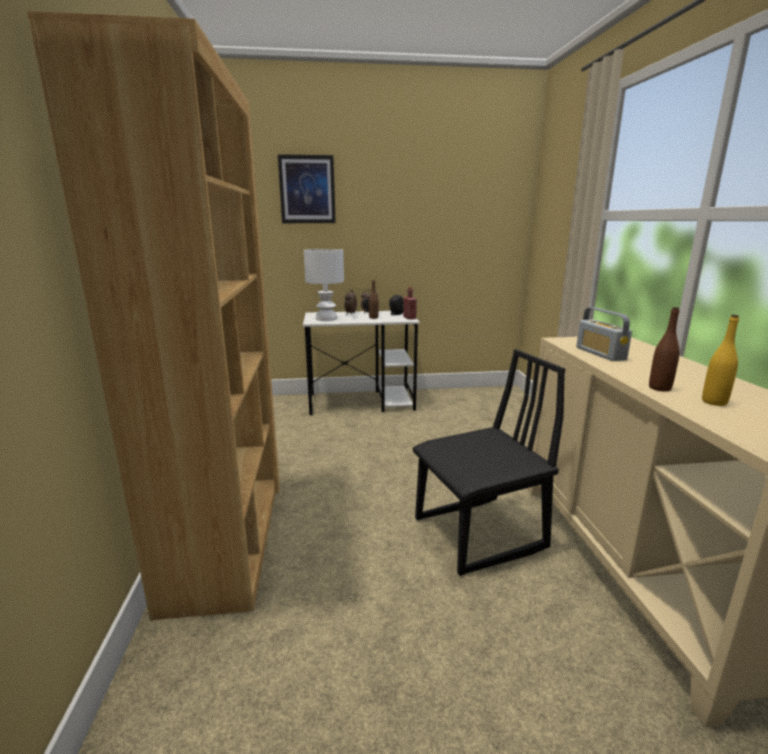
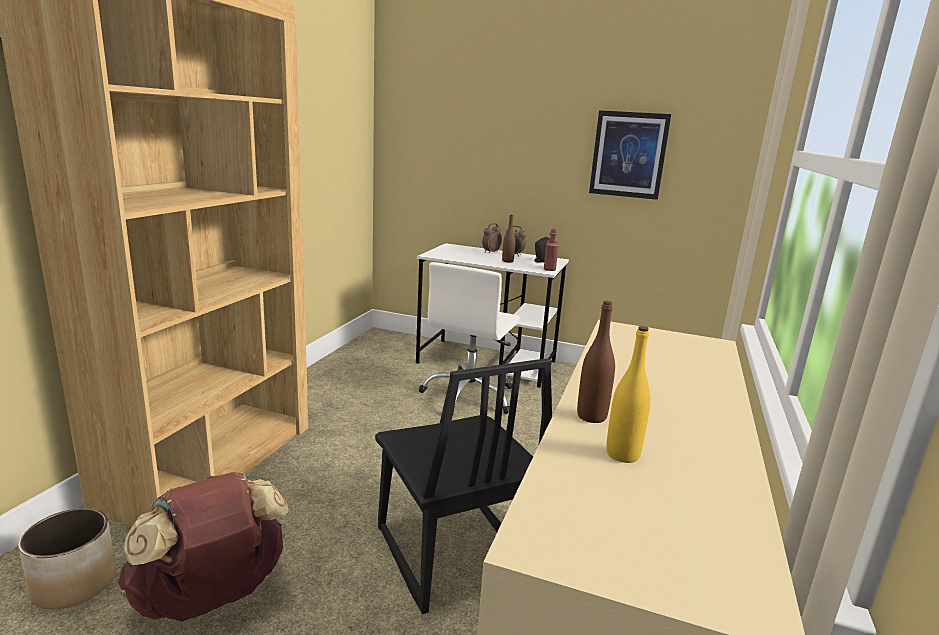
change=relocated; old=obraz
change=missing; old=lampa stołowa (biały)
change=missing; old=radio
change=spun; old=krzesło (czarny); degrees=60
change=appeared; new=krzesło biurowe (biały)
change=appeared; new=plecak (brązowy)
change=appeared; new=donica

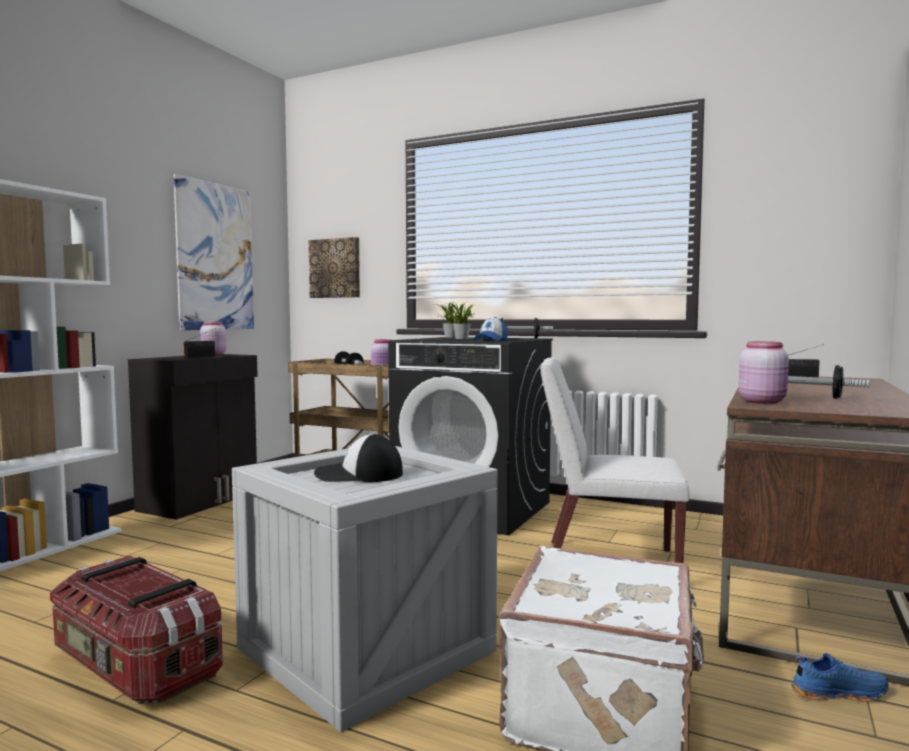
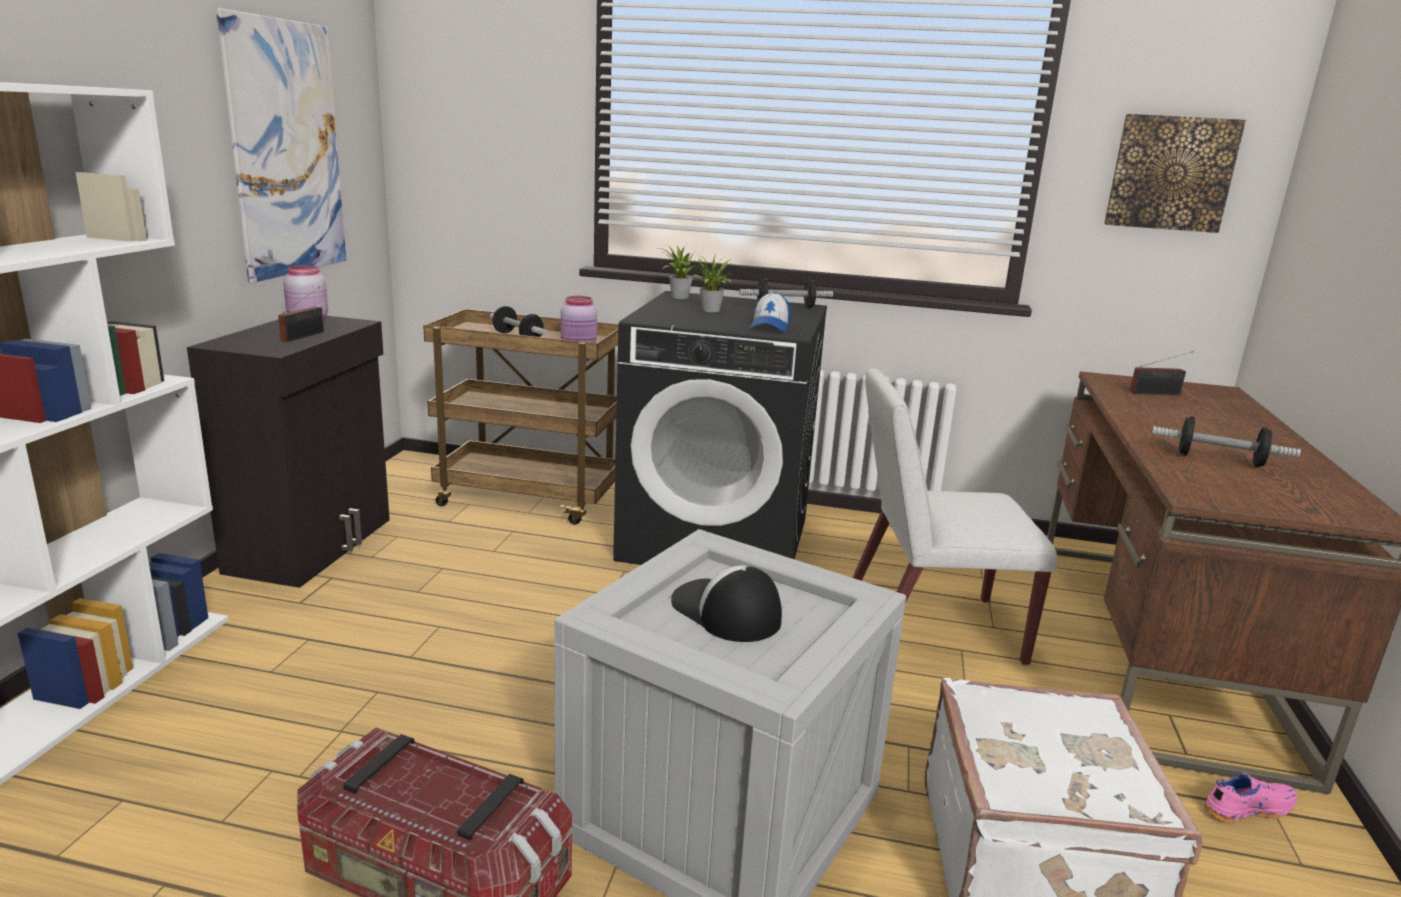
change=relocated; old=obraz (no. 2 from left)
change=missing; old=słoik (różowy) (no. 3 from left)
change=spun; old=czapka z daszkiem (no. 1 from left); degrees=60
change=colour; old=but (niebieski); new=but (różowy)

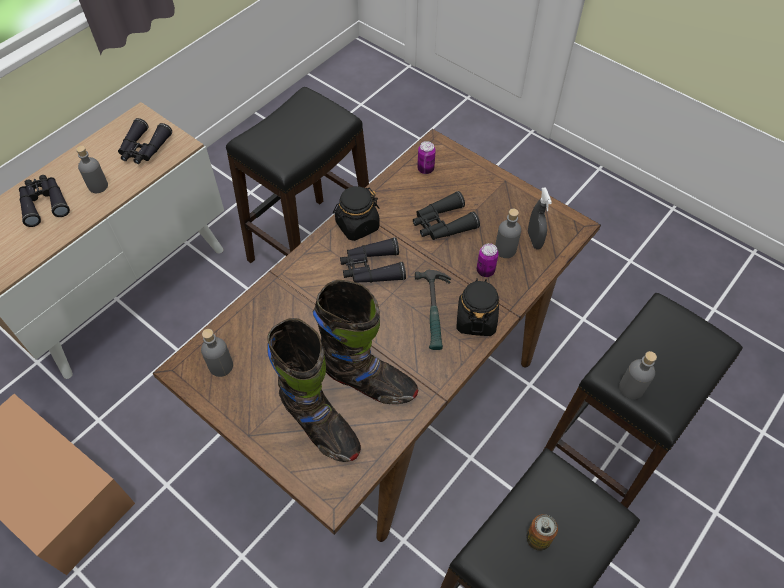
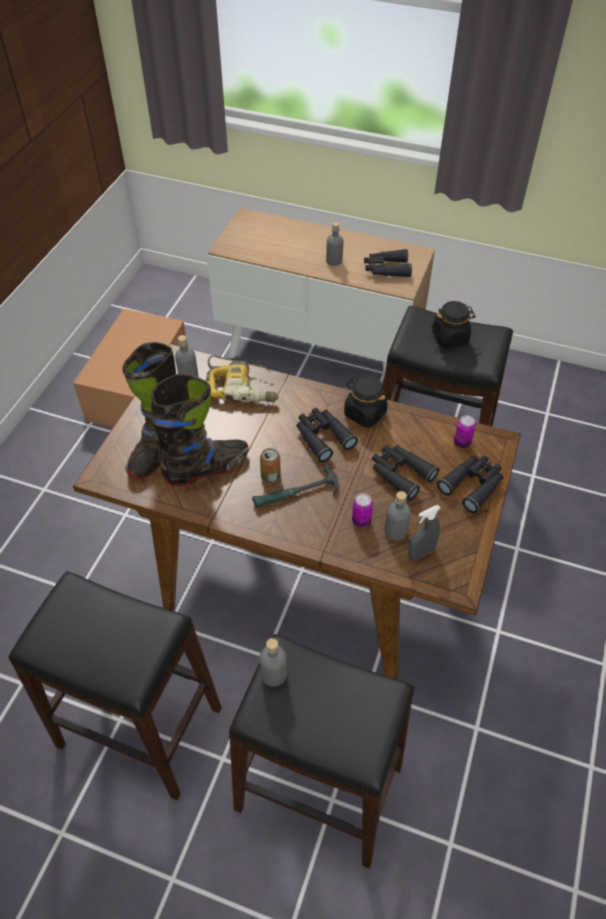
change=relocated; old=lornetka (czarny) (no. 1 from left in the first image); new=lornetka (czarny) (no. 4 from left)
change=relocated; old=słoik (czarny) (no. 2 from left)
change=spun; old=but z cholewką (czarny) (no. 2 from left); degrees=-120
change=relocated; old=puszka (no. 3 from left in the first image); new=puszka (no. 1 from left)
change=appeared; new=wiertarka

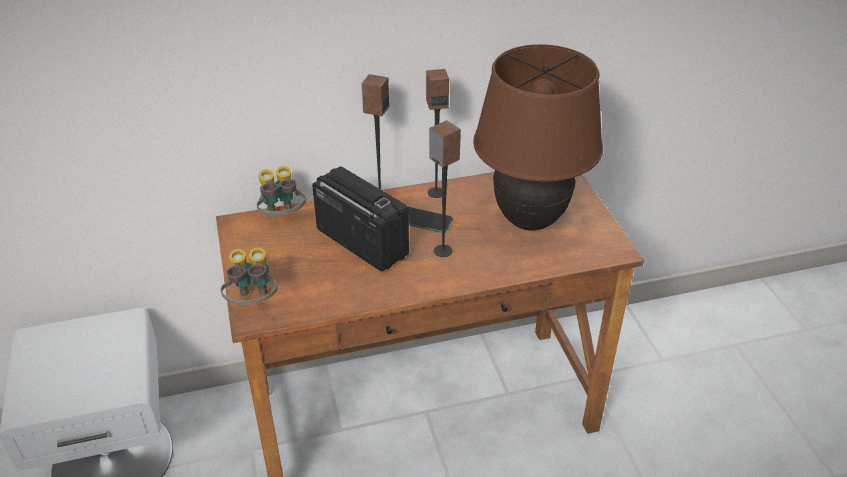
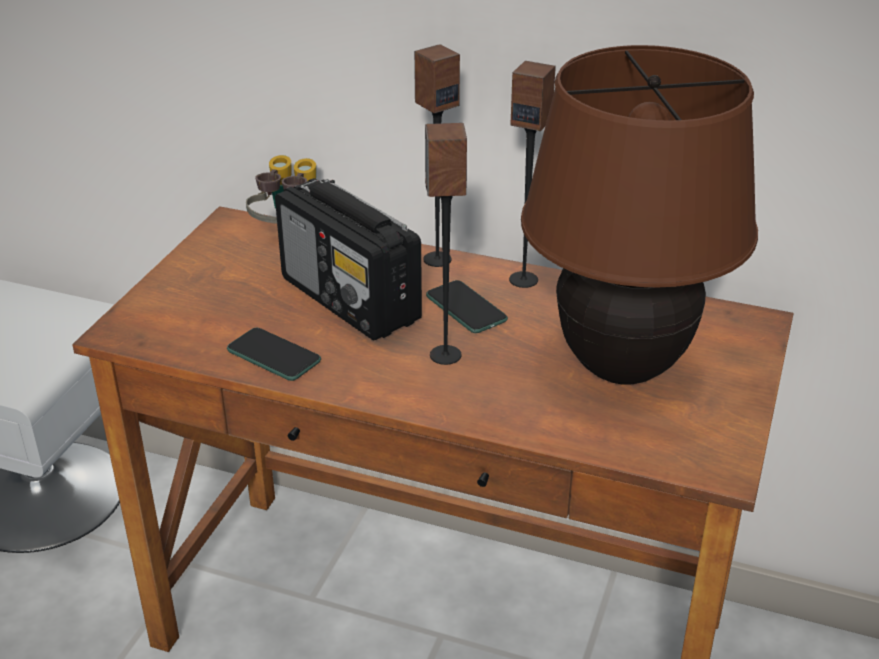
change=spun; old=radio; degrees=150
change=missing; old=lornetka (no. 1 from left)
change=appeared; new=telefon (no. 1 from left)

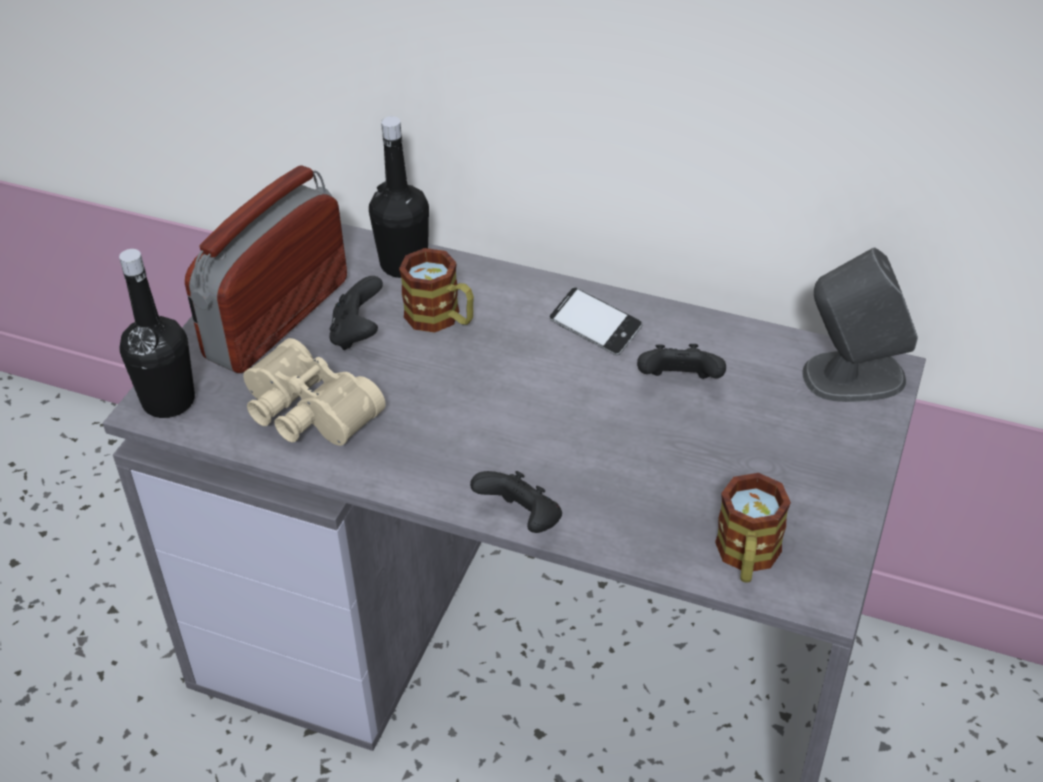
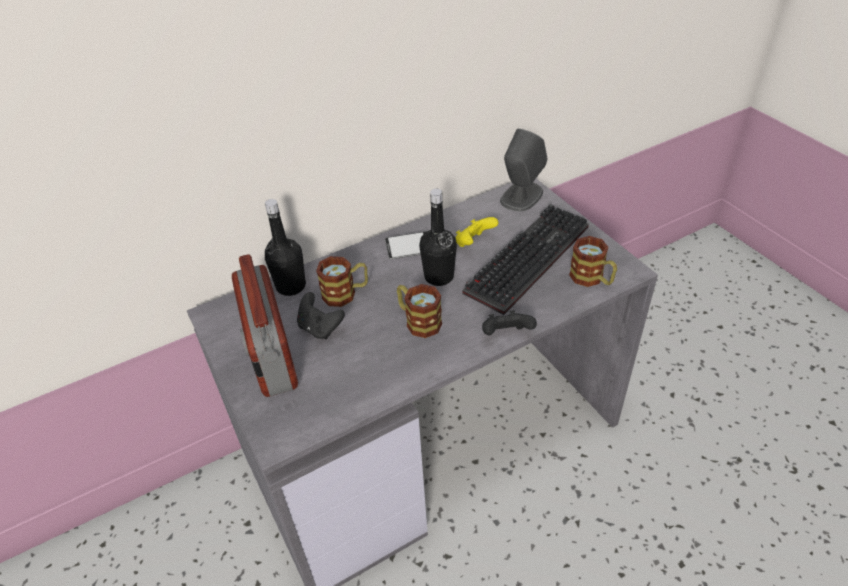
change=relocated; old=butelka (czarny) (no. 1 from left in the first image); new=butelka (czarny) (no. 2 from left)
change=missing; old=lornetka (beżowy)
change=colour; old=pad do gier (czarny) (no. 3 from left); new=pad do gier (żółty)
change=appeared; new=klawiatura
change=appeared; new=kubek (no. 2 from left)

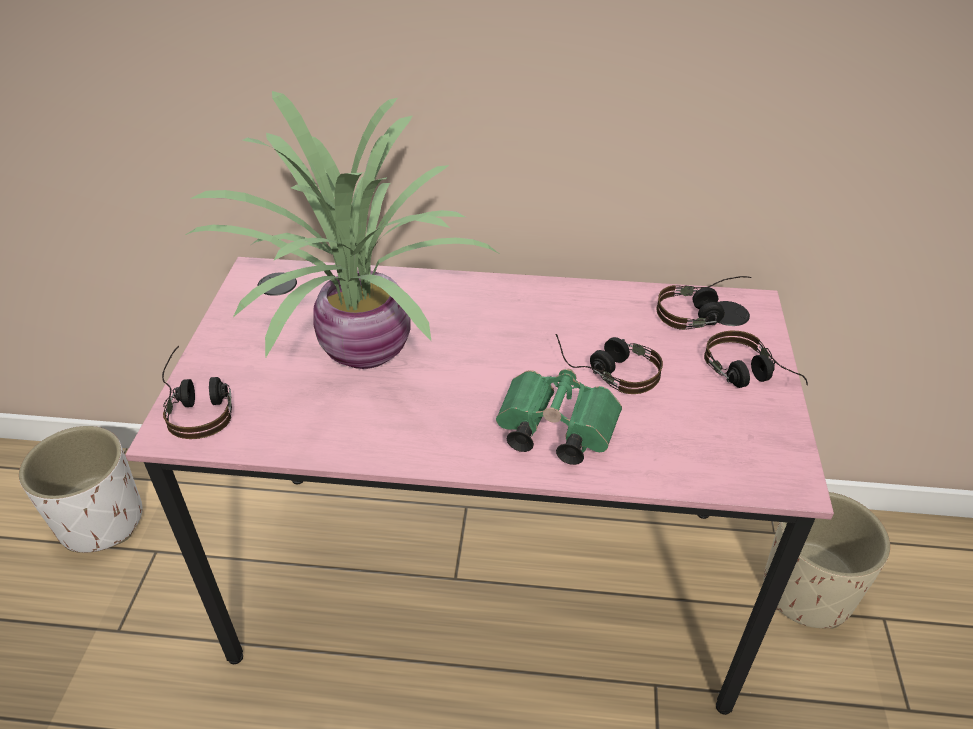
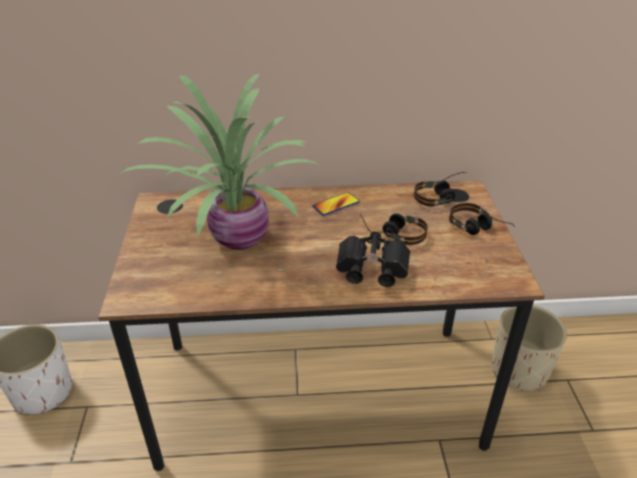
change=colour; old=biurko (różowy); new=biurko (brązowy)
change=missing; old=słuchawki (no. 1 from left)
change=colour; old=lornetka (zielony); new=lornetka (czarny)
change=appeared; new=telefon

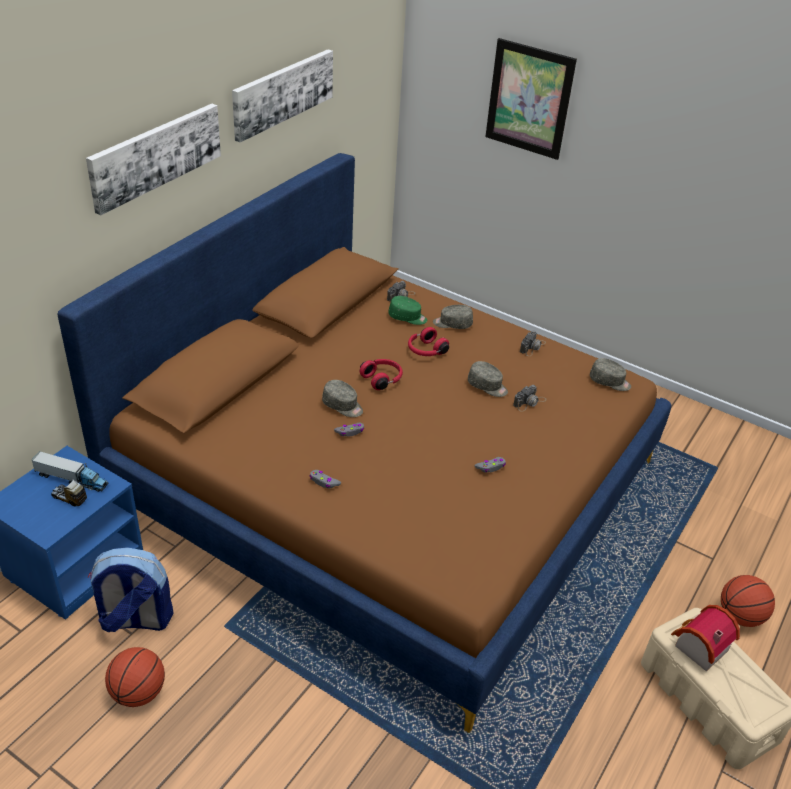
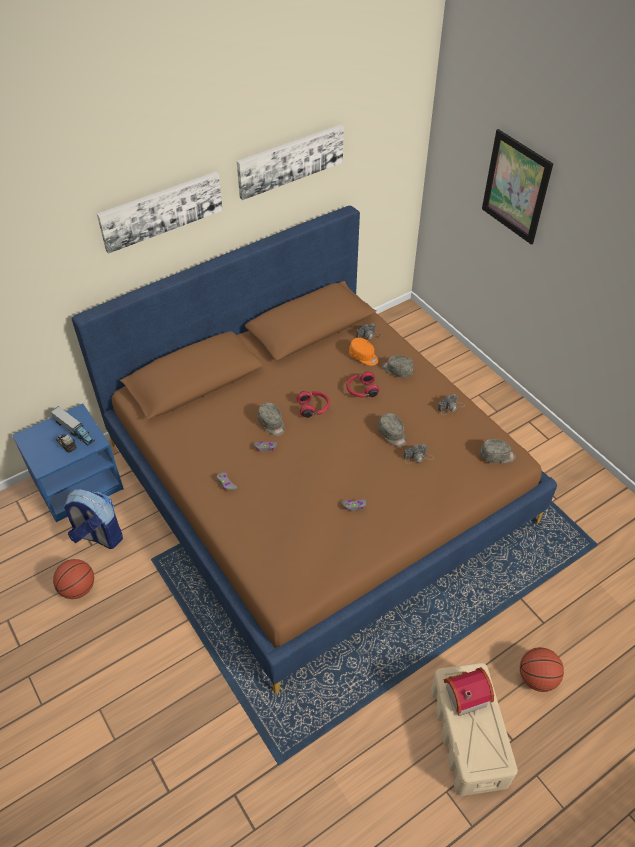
change=colour; old=czapka z daszkiem (zielony); new=czapka z daszkiem (pomarańczowy)
change=spun; old=czapka z daszkiem (szary) (no. 4 from left); degrees=-45

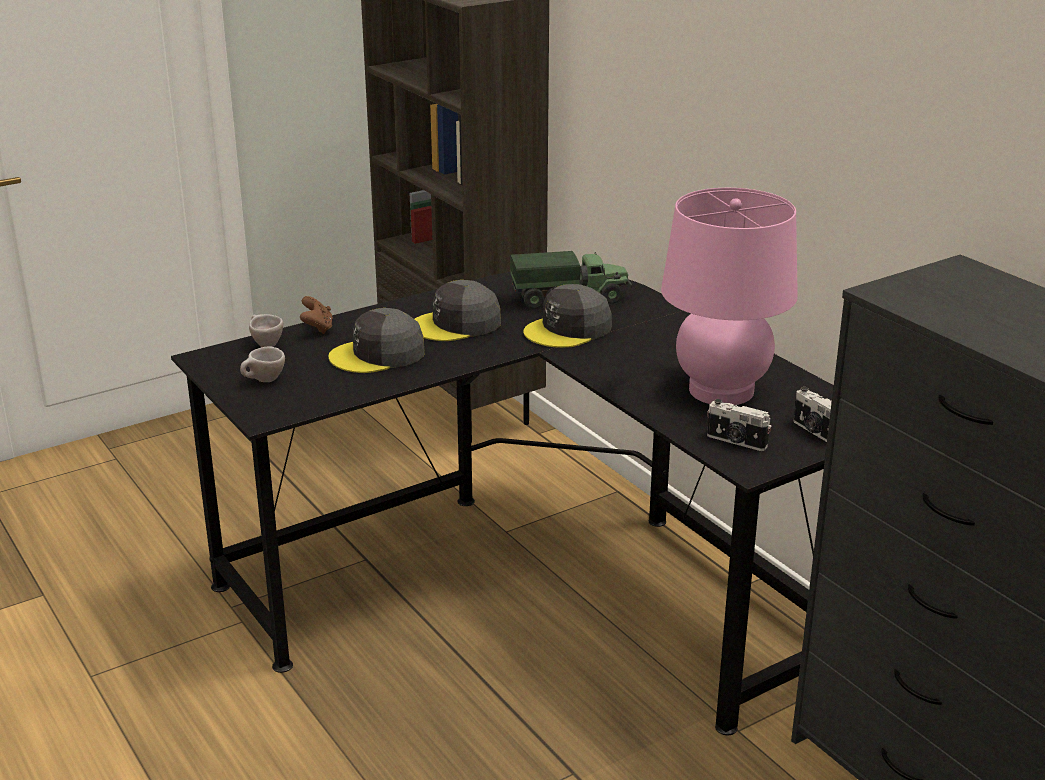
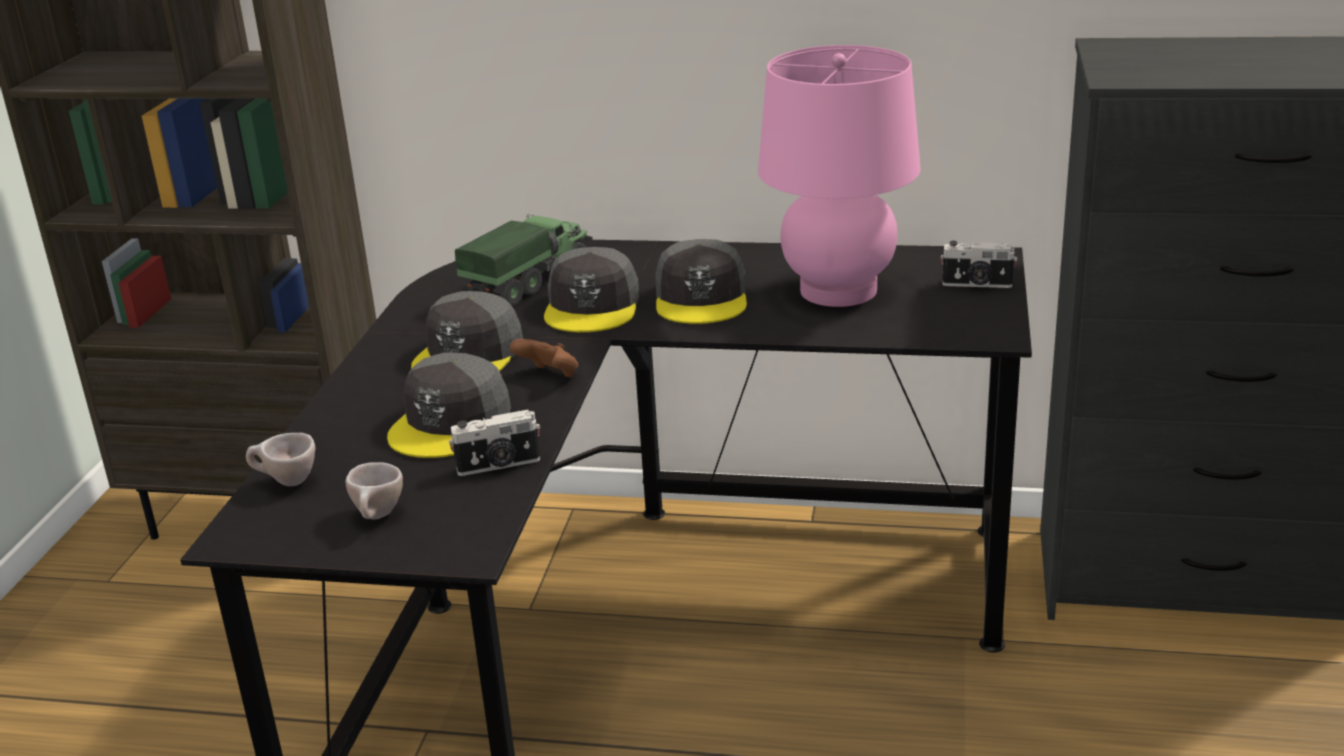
change=relocated; old=pad do gier (brązowy)
change=relocated; old=aparat fotograficzny (no. 1 from left)
change=appeared; new=czapka z daszkiem (szary) (no. 4 from left)

